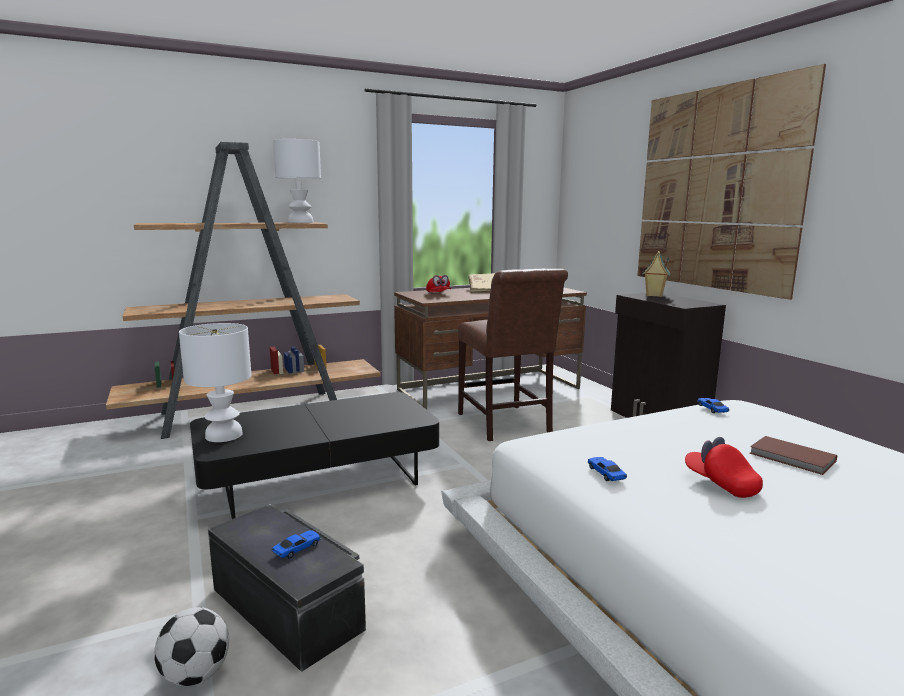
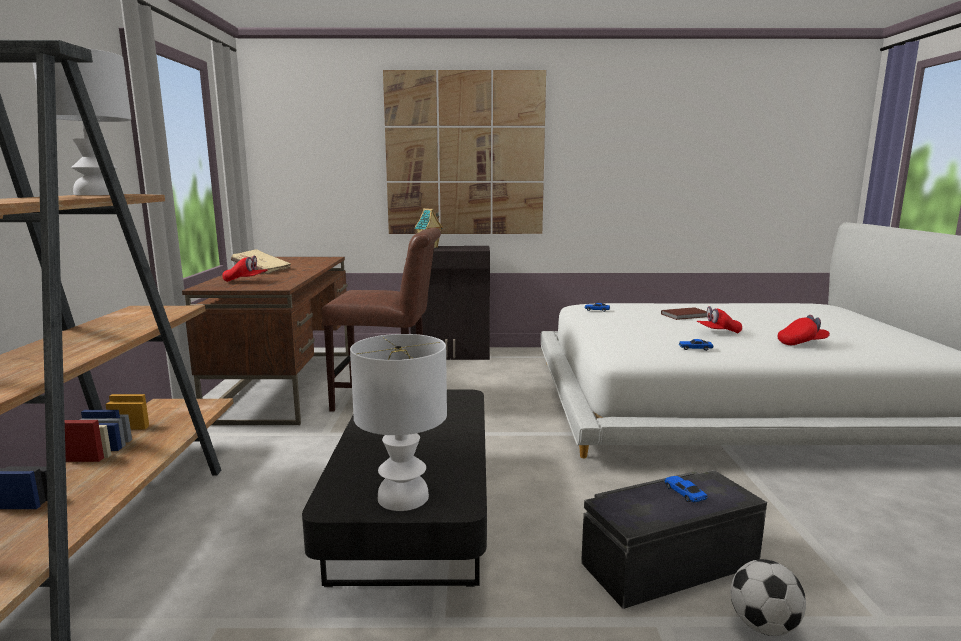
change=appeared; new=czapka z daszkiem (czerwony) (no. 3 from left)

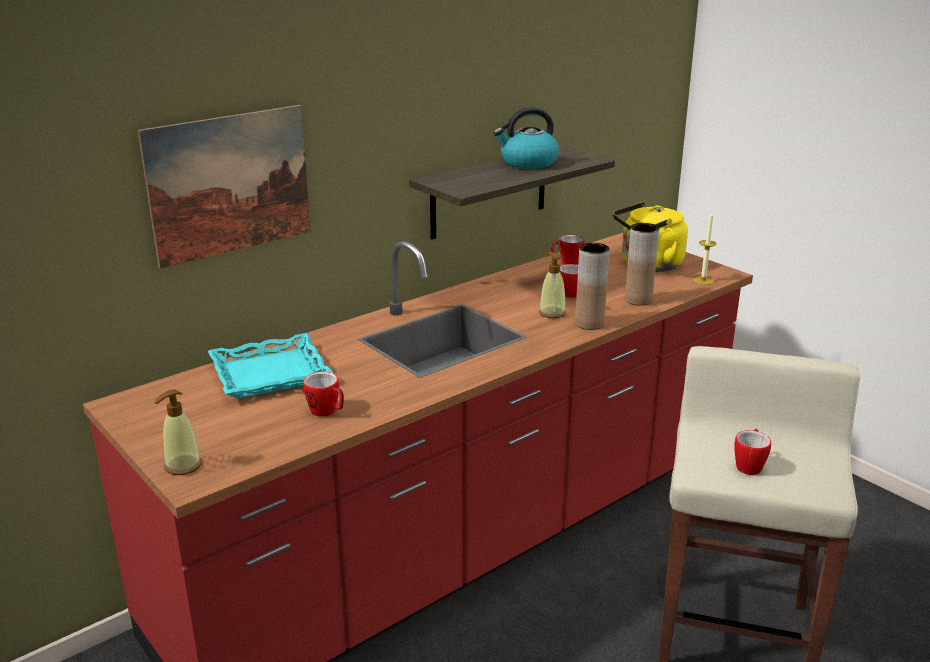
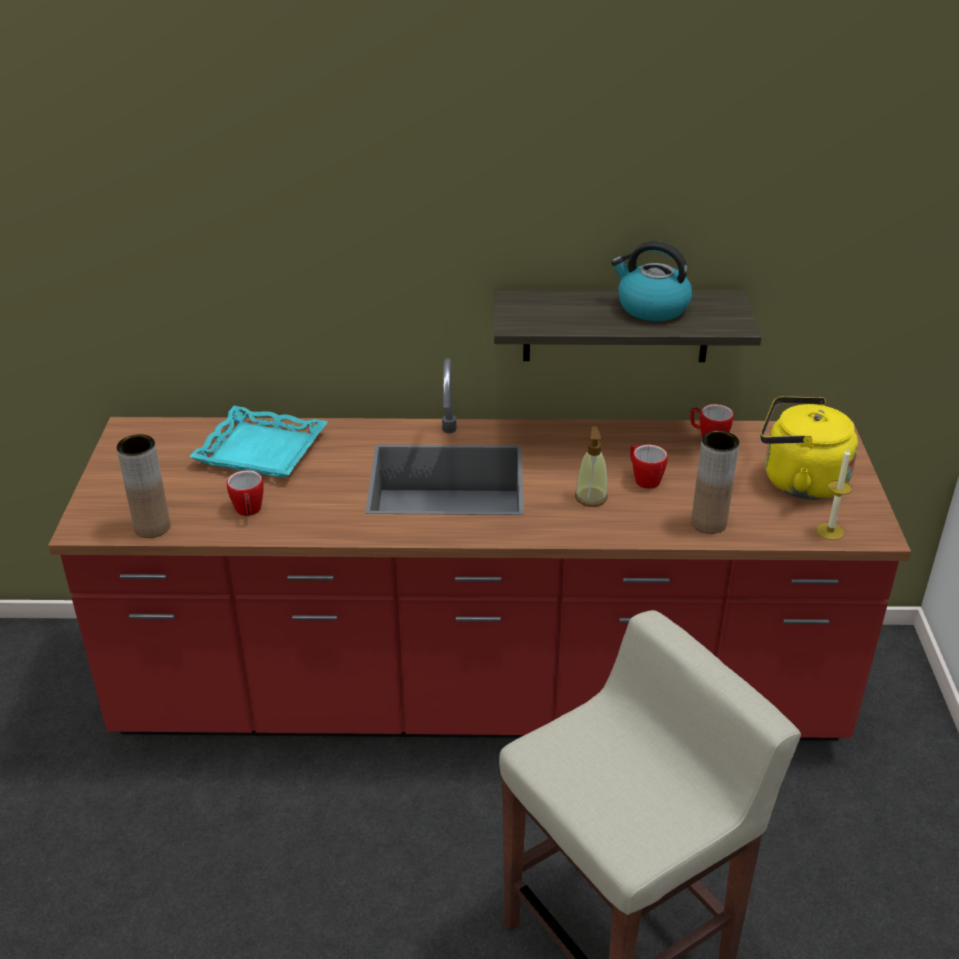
change=missing; old=obraz
change=relocated; old=wazon (brązowy) (no. 1 from left)
change=missing; old=dozownik mydła (no. 1 from left)
change=missing; old=kubek (no. 4 from left)

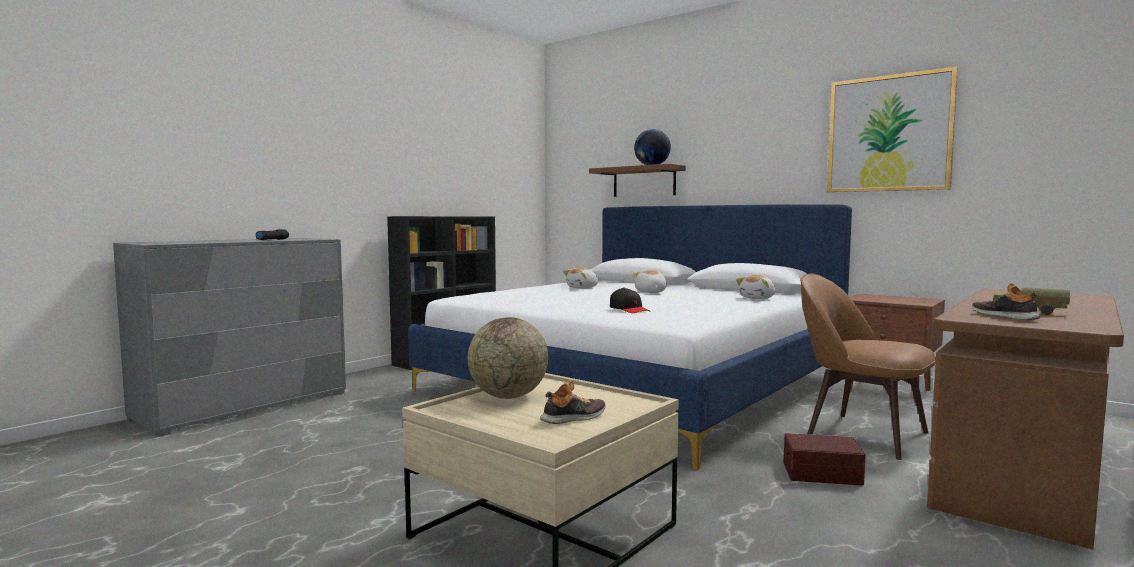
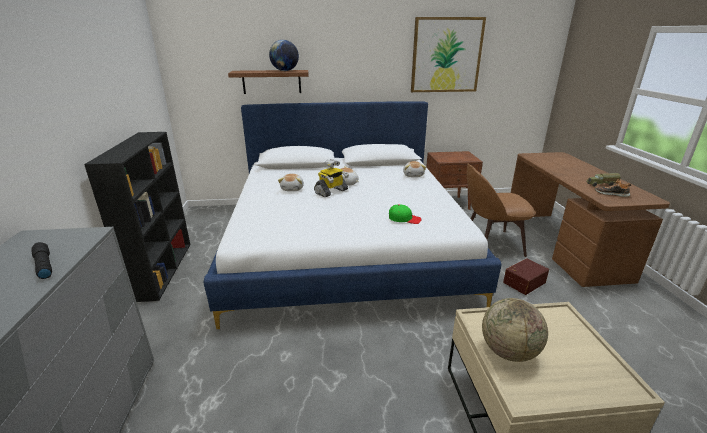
change=colour; old=czapka z daszkiem (czarny); new=czapka z daszkiem (zielony)
change=missing; old=but (no. 1 from left)
change=appeared; new=robot zabawkowy

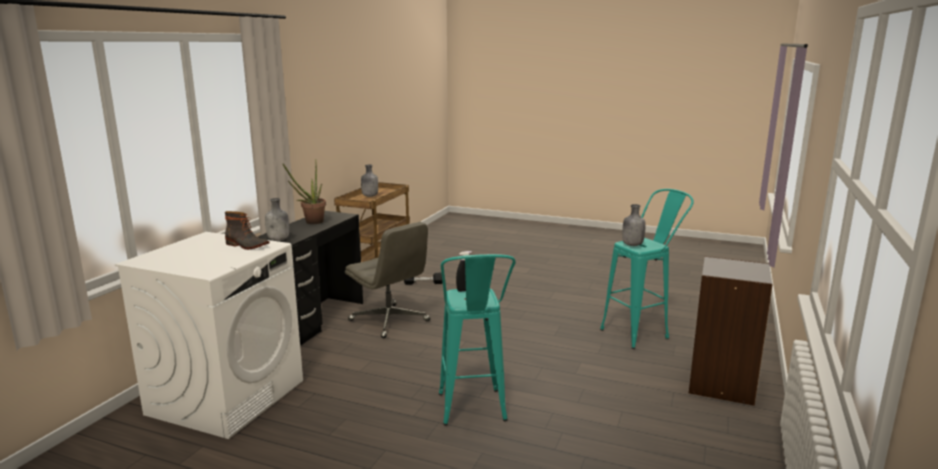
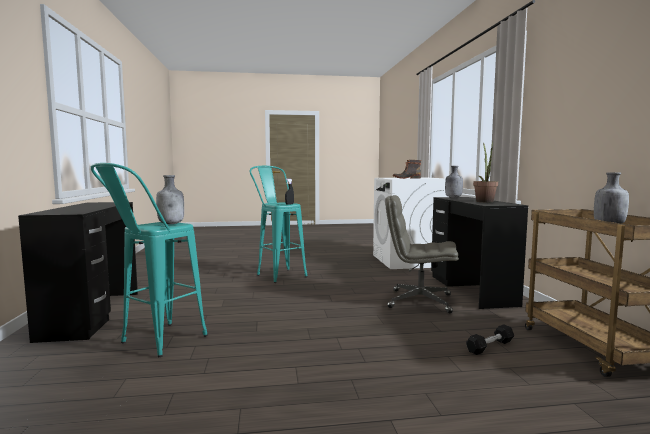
change=exchanged; old=regał (szary); new=biurko (czarny) (no. 1 from left)

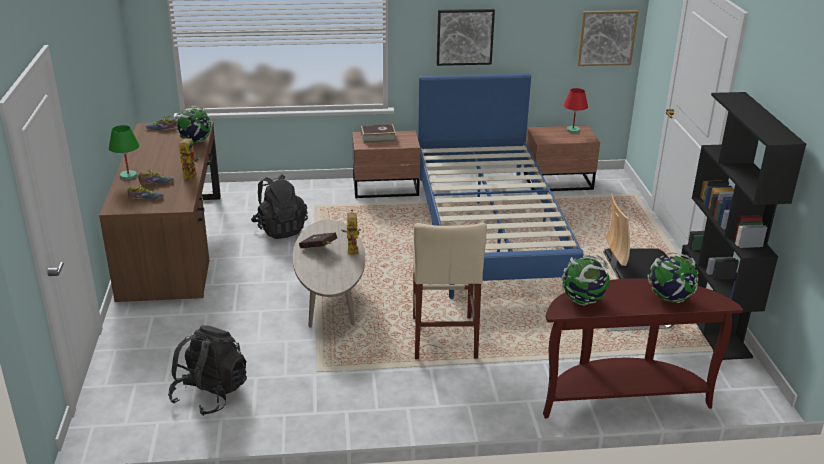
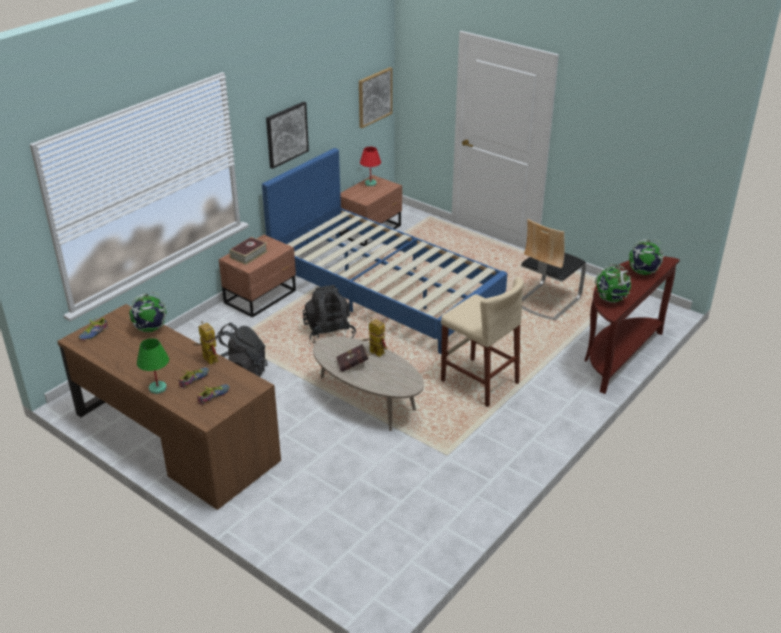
change=missing; old=regał (czarny)
change=relocated; old=plecak (czarny) (no. 1 from left in the first image); new=plecak (czarny) (no. 2 from left)

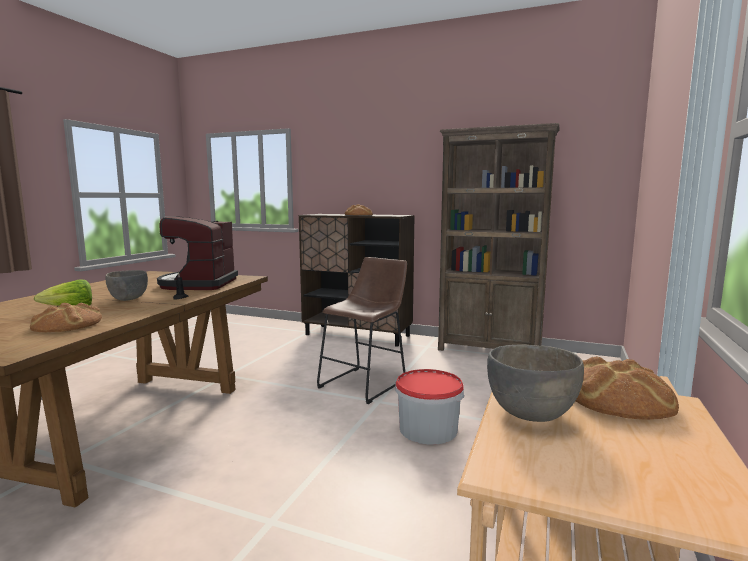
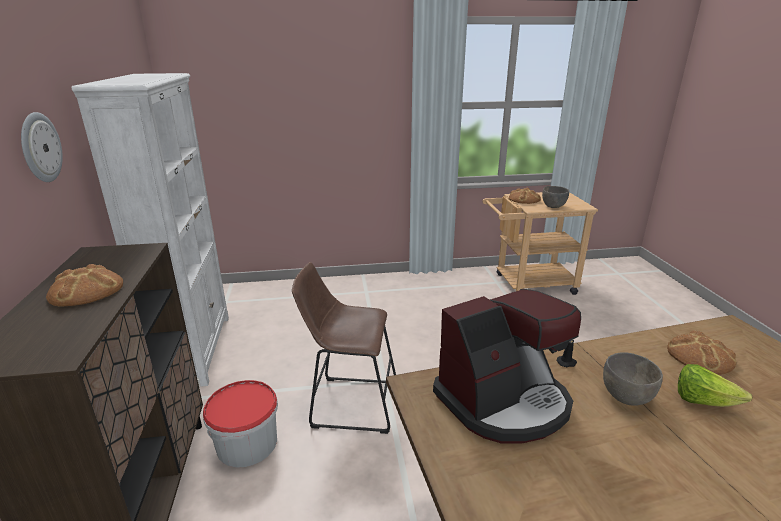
change=colour; old=regał (brązowy); new=regał (biały)
change=relocated; old=wiadro
change=appeared; new=zegar ścienny

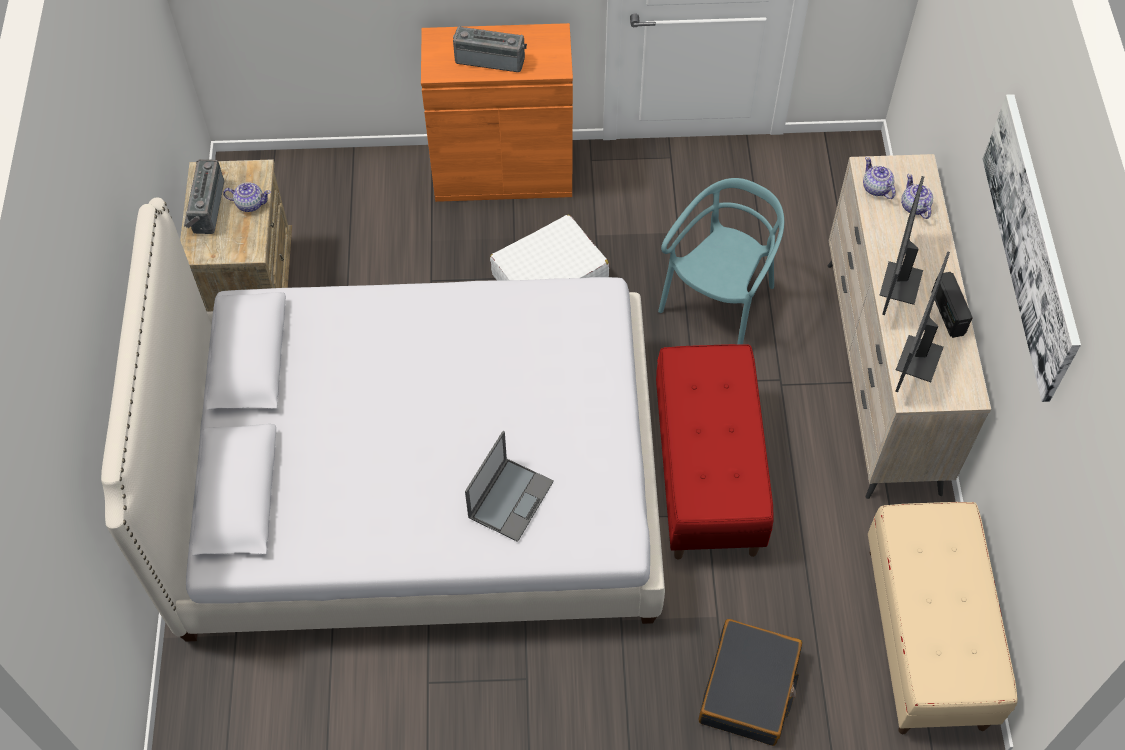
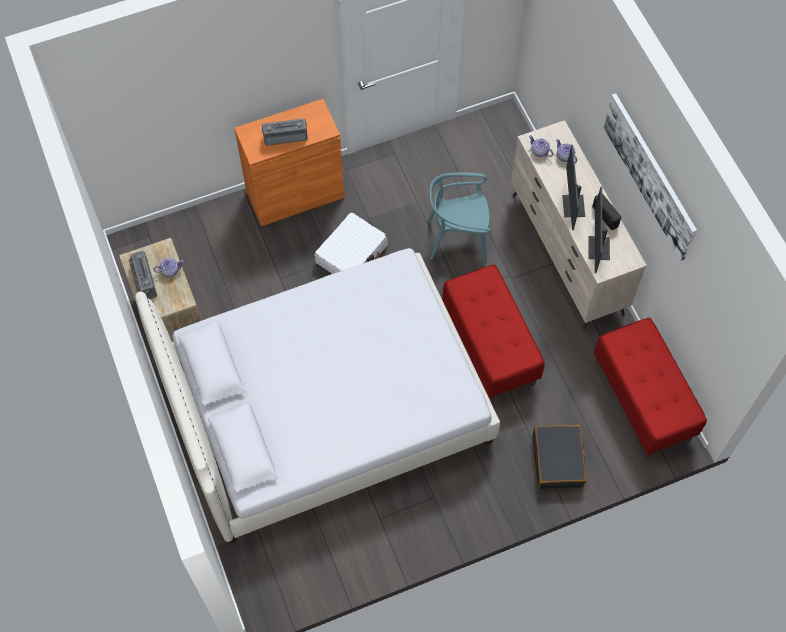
change=spun; old=krzesło (turkusowy); degrees=-105
change=missing; old=laptop
change=colour; old=ławka (beżowy); new=ławka (czerwony) (no. 2 from left)

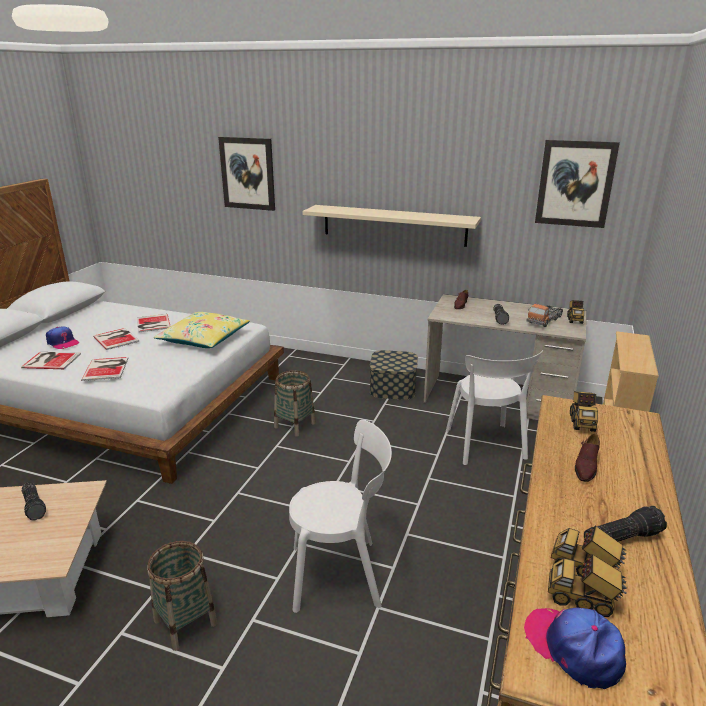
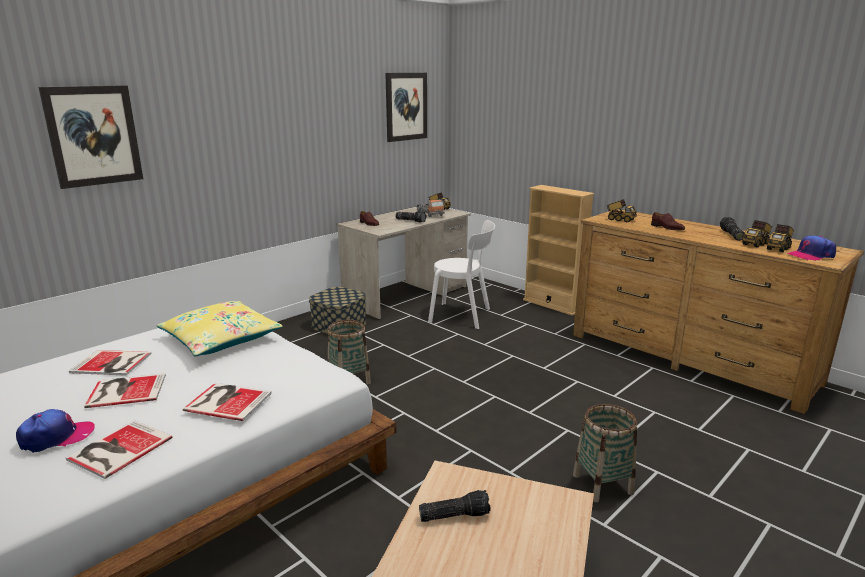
change=missing; old=półka (beżowy)
change=missing; old=krzesło (biały) (no. 1 from left)

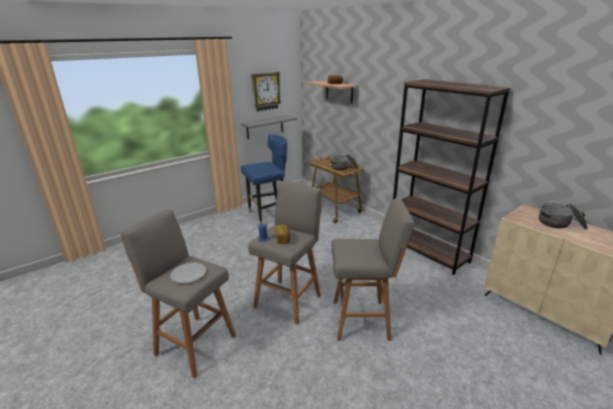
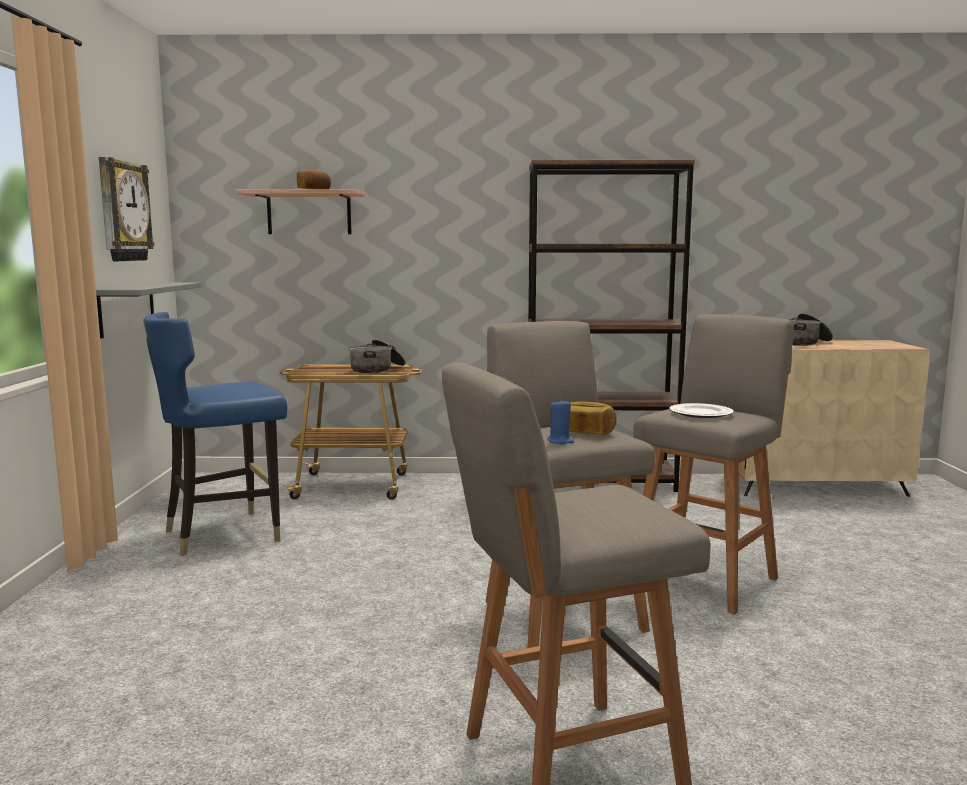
change=spun; old=krzesło (niebieski); degrees=-135
change=relocated; old=talerz

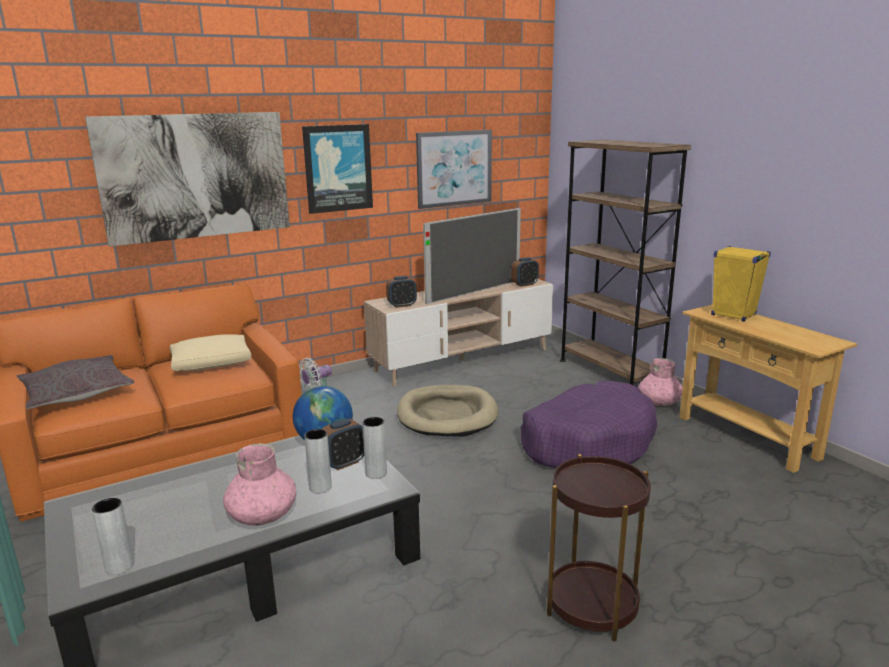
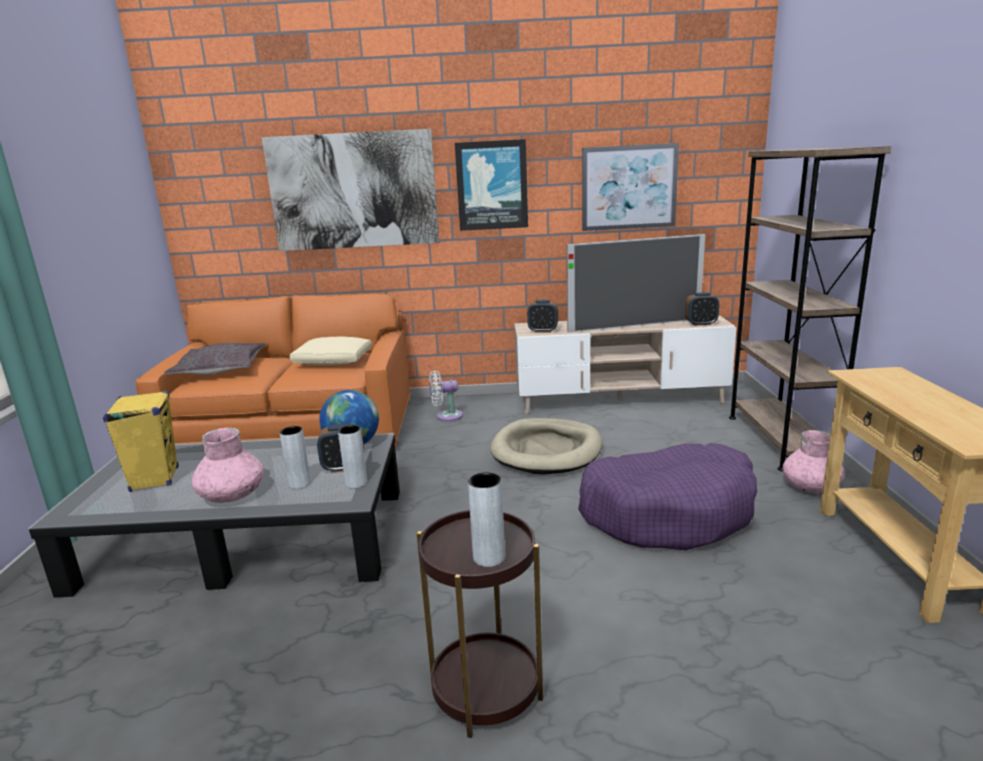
change=relocated; old=głośnik (żółty)
change=relocated; old=wazon (szary) (no. 1 from left in the first image); new=wazon (szary) (no. 3 from left)

